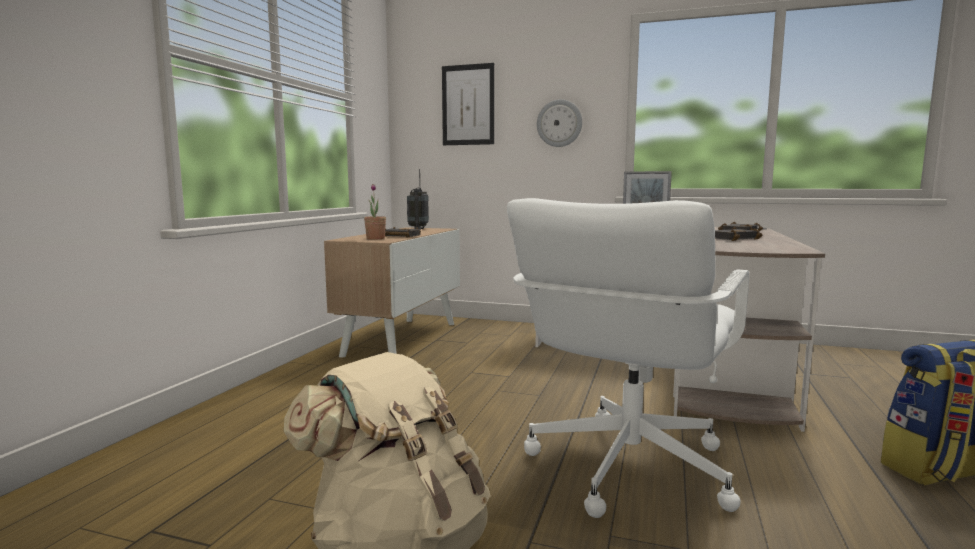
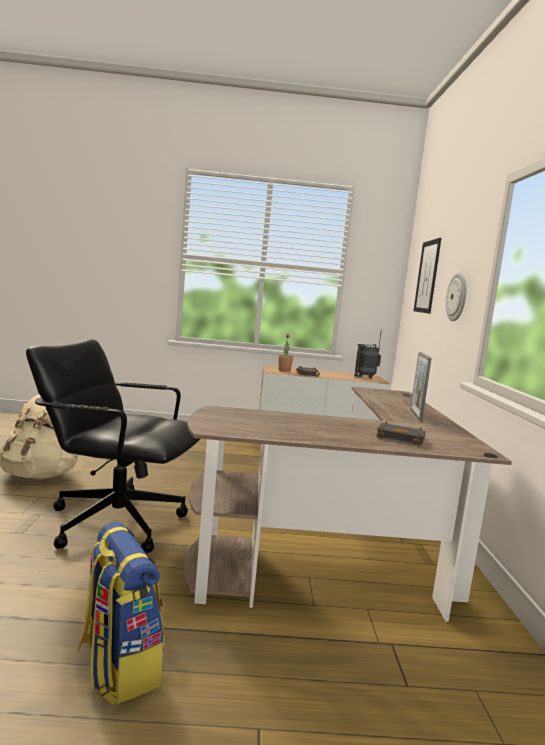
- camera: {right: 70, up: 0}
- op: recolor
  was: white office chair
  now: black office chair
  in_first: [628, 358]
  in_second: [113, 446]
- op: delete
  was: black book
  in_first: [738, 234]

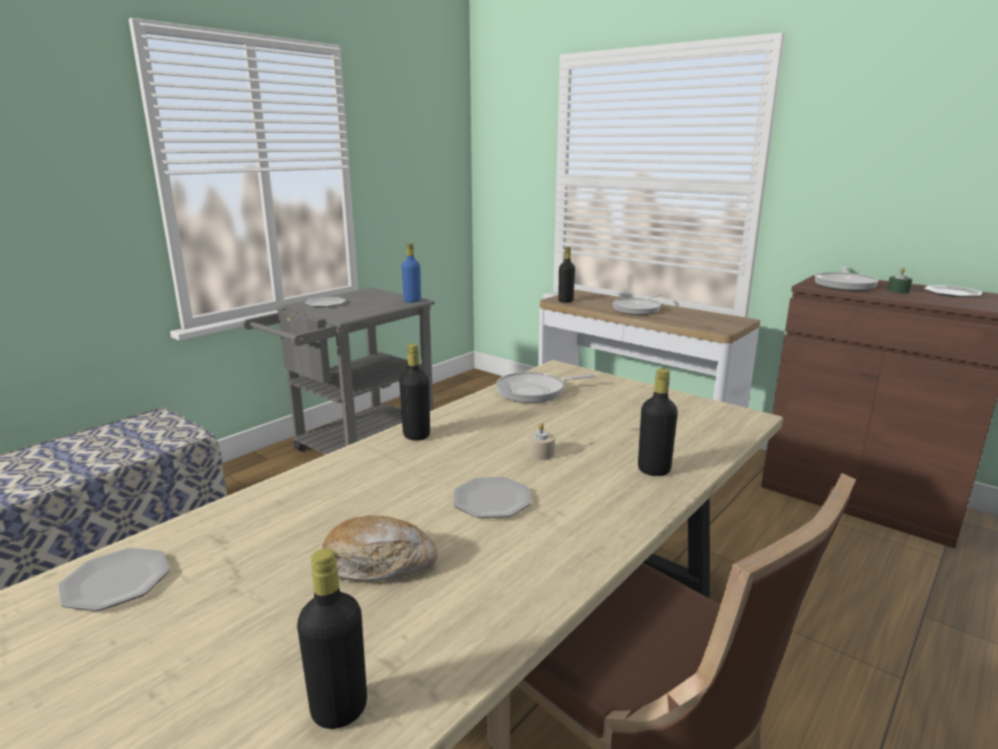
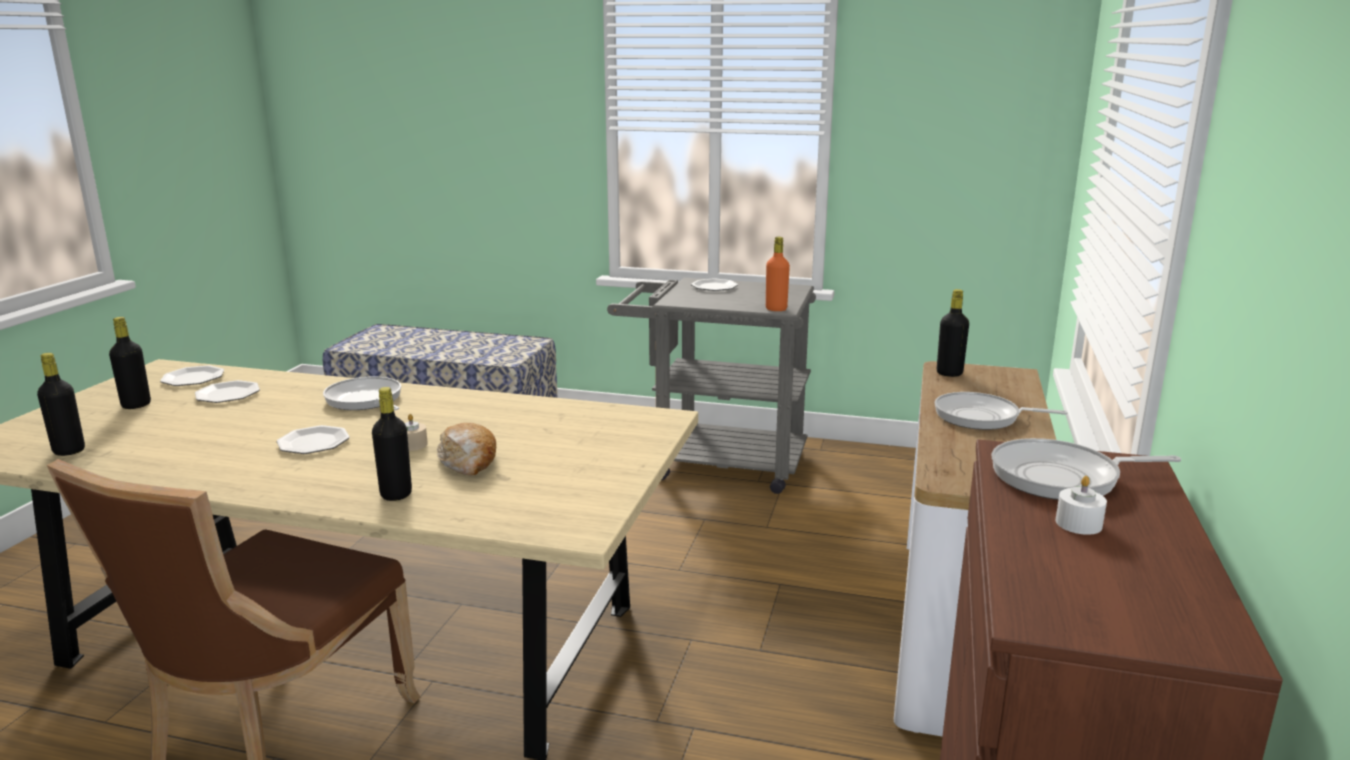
- camera: {right: 65, up: 0}
- op: move
  was: bread
  in_first: [380, 547]
  in_second: [466, 449]
- op: move
  was: black bottle
  in_first: [414, 392]
  in_second: [130, 363]
- op: recolor
  was: blue bottle
  now: orange bottle
  in_first: [411, 273]
  in_second: [778, 274]
- op: move
  was: frying pan
  in_first: [546, 387]
  in_second: [362, 393]
- op: recolor
  was: green candle
  now: white candle
  in_first: [899, 280]
  in_second: [1081, 505]
- op: move
  was: plate
  in_first: [953, 291]
  in_second: [227, 391]

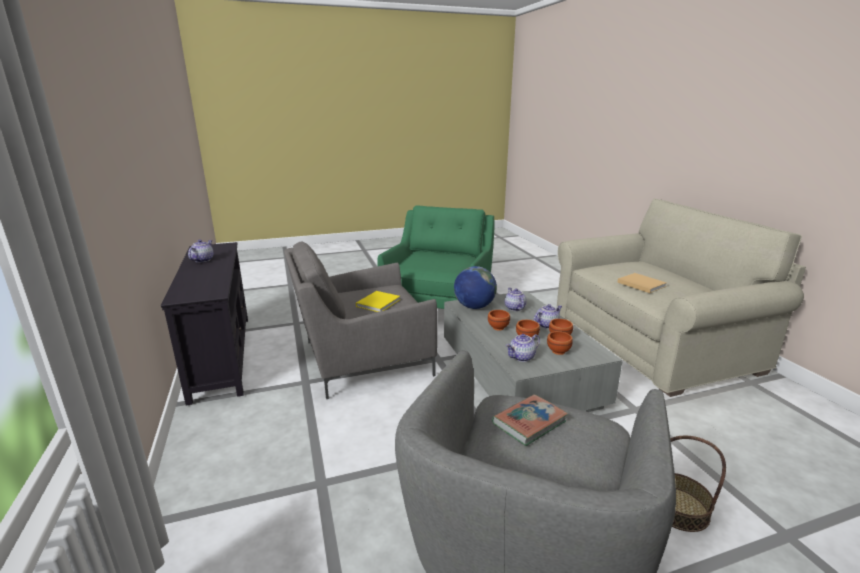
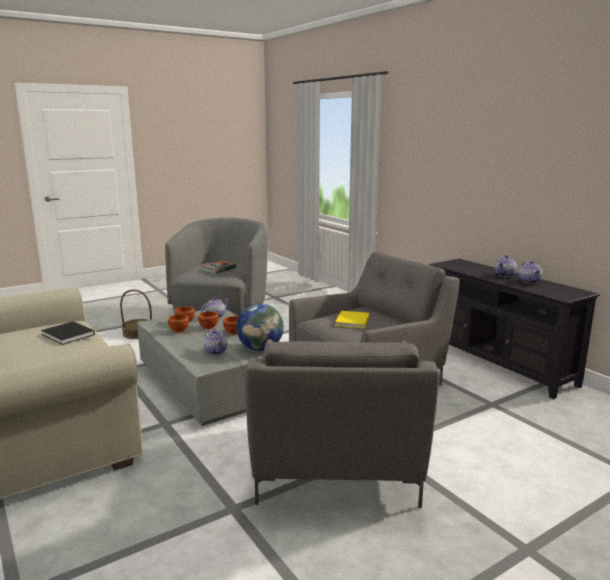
- camera: {right: 165, up: -5}
- op: recolor
  was: green armchair
  now: grey armchair
  in_first: [436, 257]
  in_second: [342, 423]
- op: move
  was: teapot
  in_first: [547, 316]
  in_second: [506, 266]
- op: recolor
  was: beige book
  now: black book
  in_first: [642, 283]
  in_second: [68, 333]

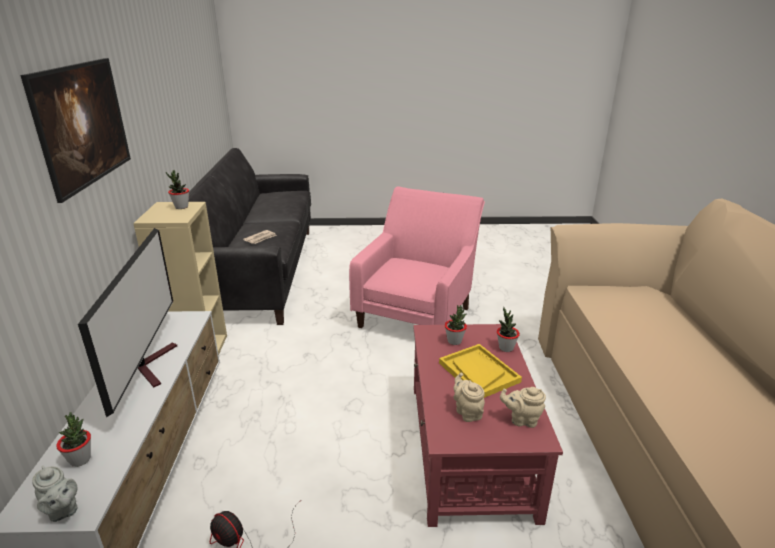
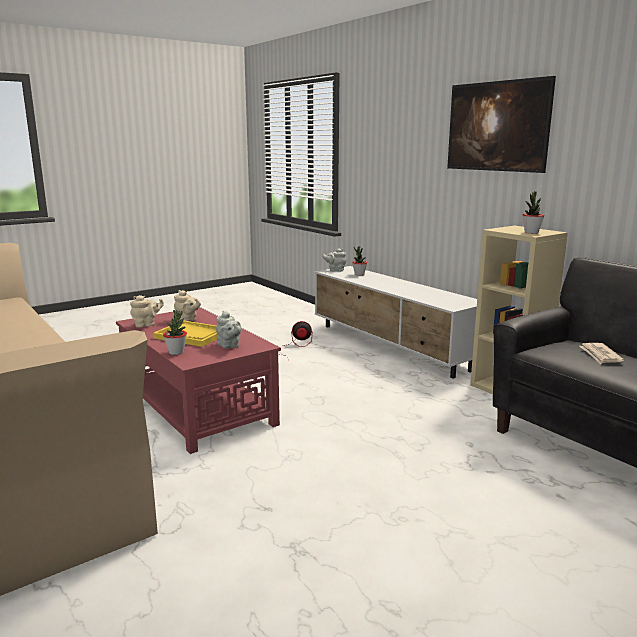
- camera: {right: 145, up: -10}
- op: delete
  was: television
  in_first: [127, 322]
- op: delete
  was: pink armchair
  in_first: [417, 257]
- op: replace
  was: potted plant
  now: grey teapot
  in_first: [456, 325]
  in_second: [228, 329]

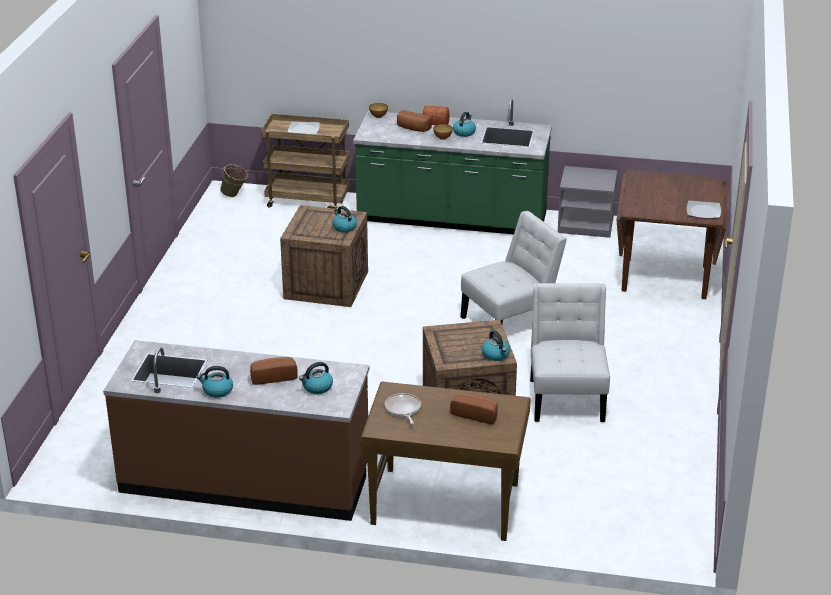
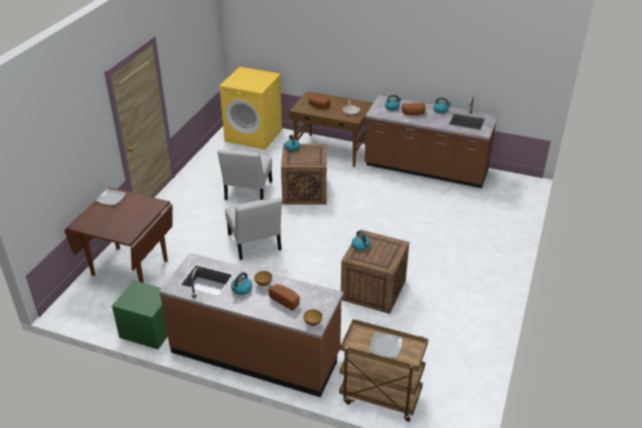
- camera: {right: -170, up: 5}
- op: delete
  was: green bucket
  in_first: [234, 180]
- op: recolor
  was: green counter
  now: brown counter
  in_first: [452, 166]
  in_second: [251, 325]
- op: delete
  was: bread
  in_first: [436, 115]
- op: rotate
  was: white chair
  in_first: [514, 267]
  in_second: [253, 228]
  clockwise: -90
- op: recolor
  was: grey nightstand
  now: green nightstand
  in_first: [587, 202]
  in_second: [140, 315]
- op: insert
  now: yellow washing machine
  in_second: [251, 108]

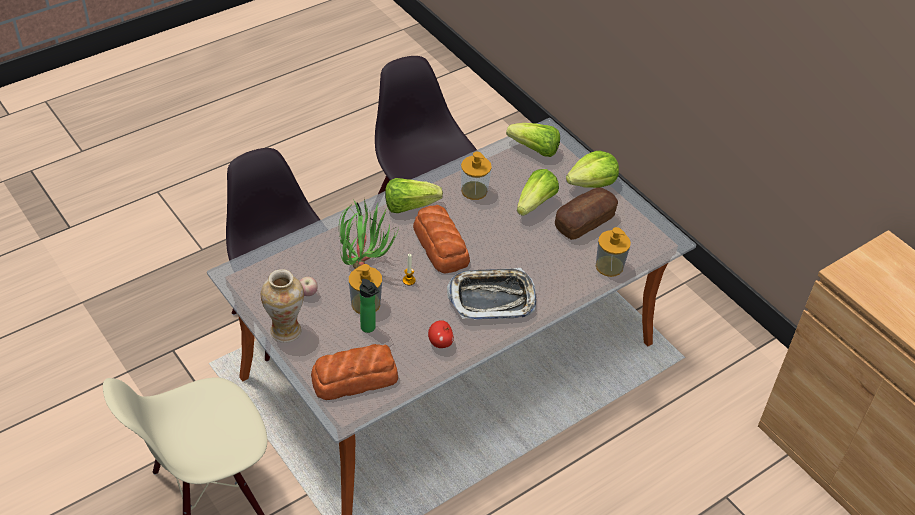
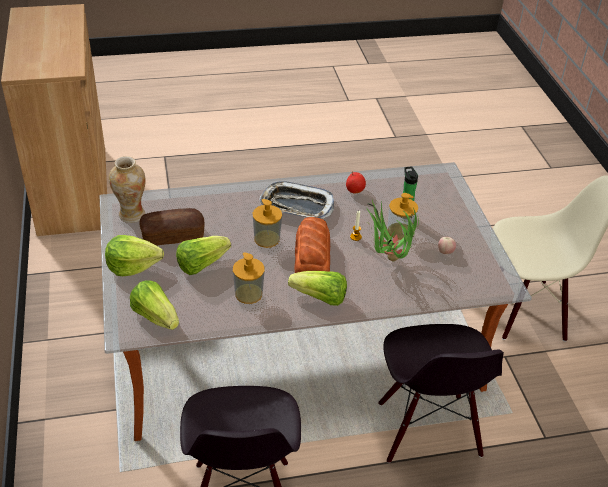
- camera: {right: -155, up: -5}
- op: move
  was: vase
  in_first: [282, 306]
  in_second: [127, 189]
- op: delete
  was: bread
  in_first: [354, 372]
- op: move
  was: soap dispenser
  in_first: [613, 252]
  in_second: [267, 223]

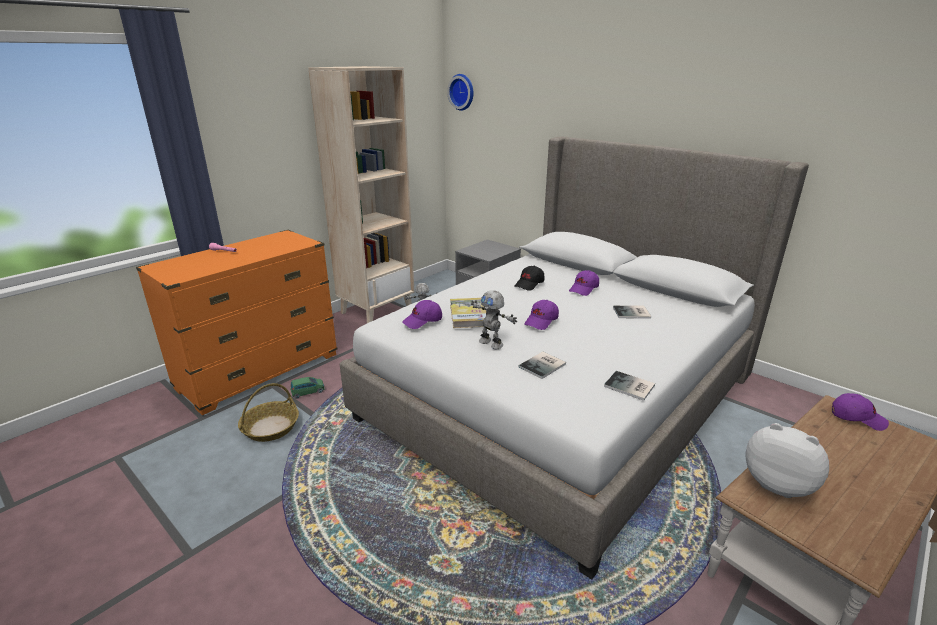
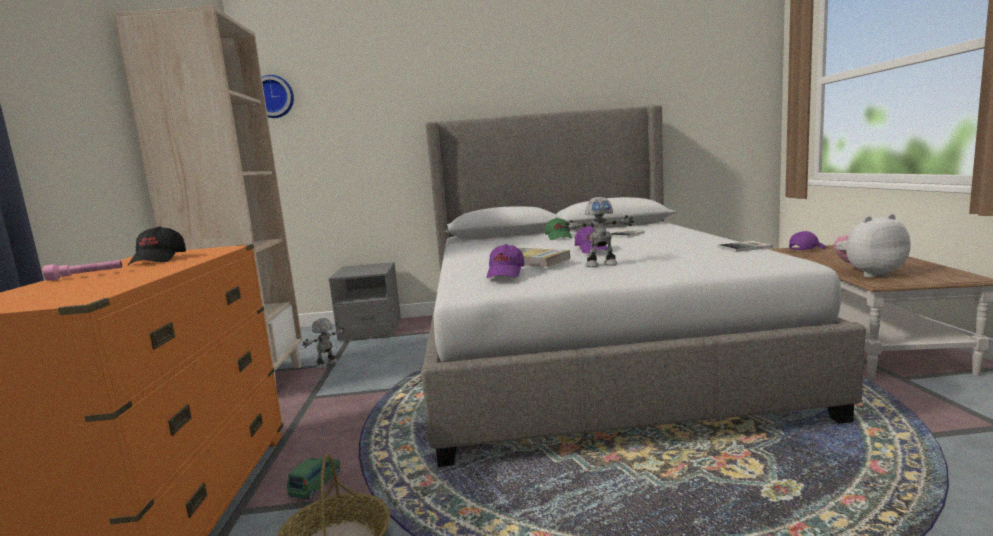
- camera: {right: -45, up: -15}
- op: move
  was: black cap
  in_first: [530, 278]
  in_second: [157, 246]
- op: delete
  was: book
  in_first: [542, 365]
- op: recolor
  was: purple cap
  now: green cap
  in_first: [584, 283]
  in_second: [558, 229]

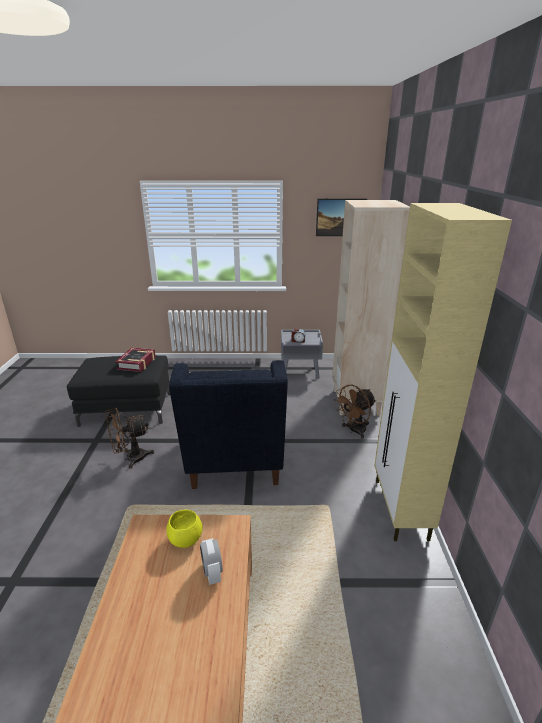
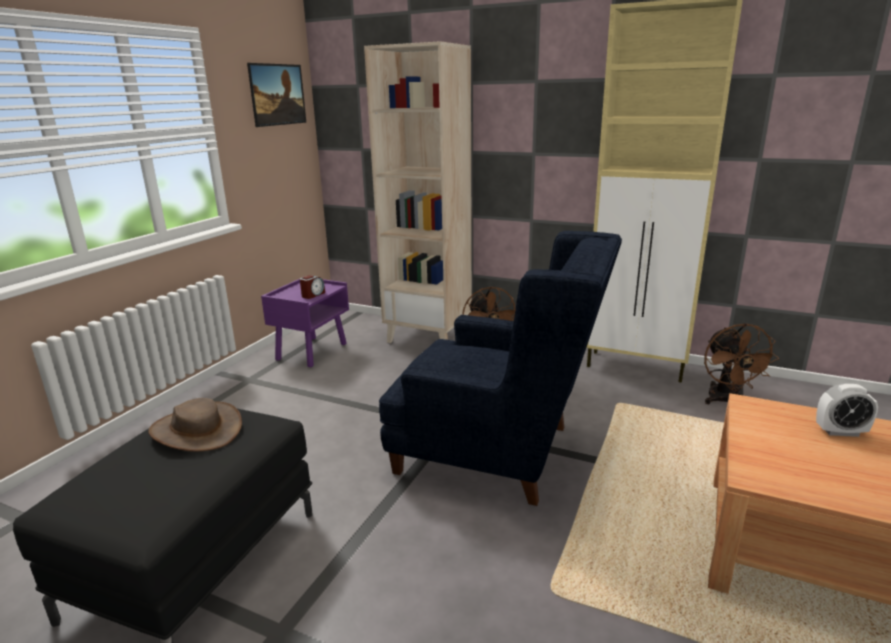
- camera: {right: -65, up: -5}
- op: move
  was: brown fan
  in_first: [129, 438]
  in_second: [741, 363]
- op: replace
  was: book
  now: brown hat
  in_first: [135, 359]
  in_second: [195, 424]
- op: delete
  was: yellow bowl
  in_first: [184, 529]
- op: recolor
  was: grey nightstand
  now: purple nightstand
  in_first: [302, 354]
  in_second: [305, 323]

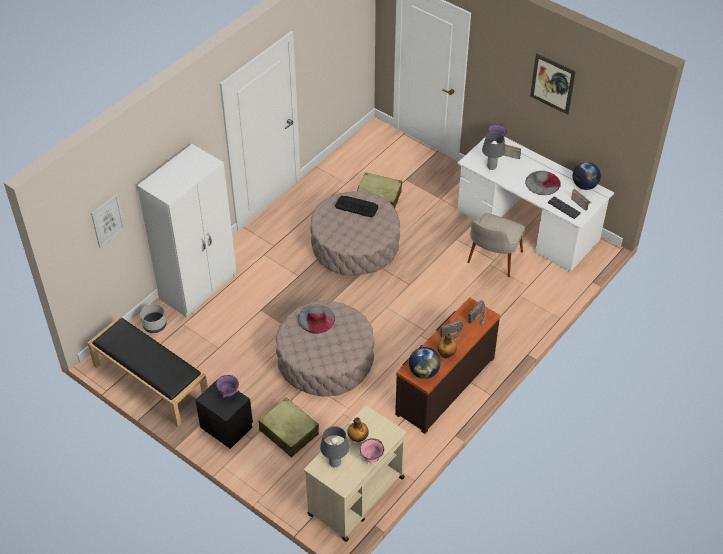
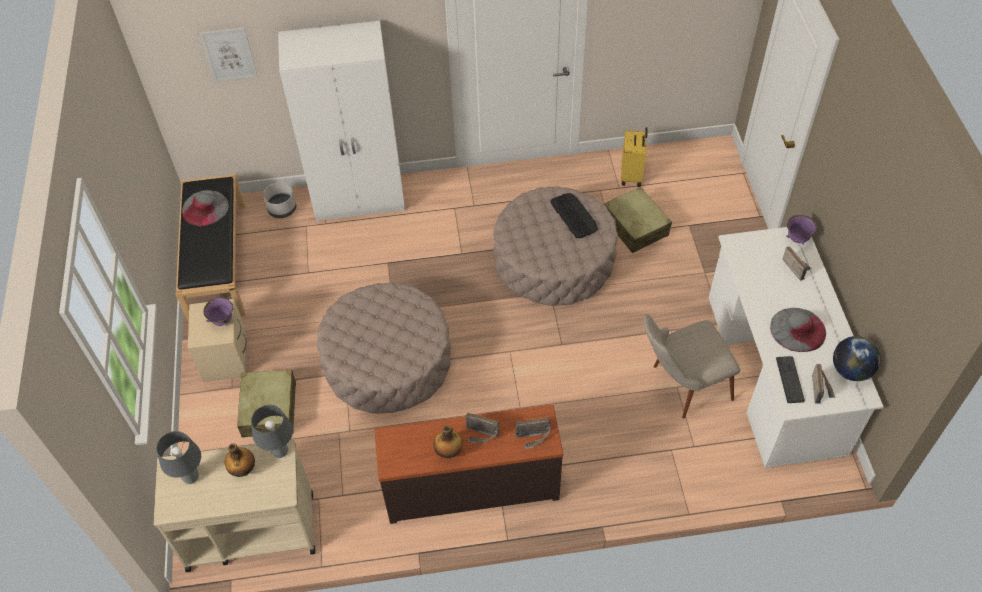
- camera: {right: 45, up: 5}
- op: recolor
  was: black nightstand
  now: beige nightstand
  in_first: [224, 414]
  in_second: [217, 340]
- op: move
  was: grey hat
  in_first: [316, 319]
  in_second: [205, 208]
- op: delete
  was: pink bowl
  in_first: [372, 451]
- op: delete
  was: globe
  in_first: [425, 363]
- op: move
  was: grey table lamp
  in_first: [493, 151]
  in_second: [272, 431]
- op: delete
  was: picture
  in_first: [553, 84]
- op: insert
  now: yellow suitcase
  in_second: [634, 157]

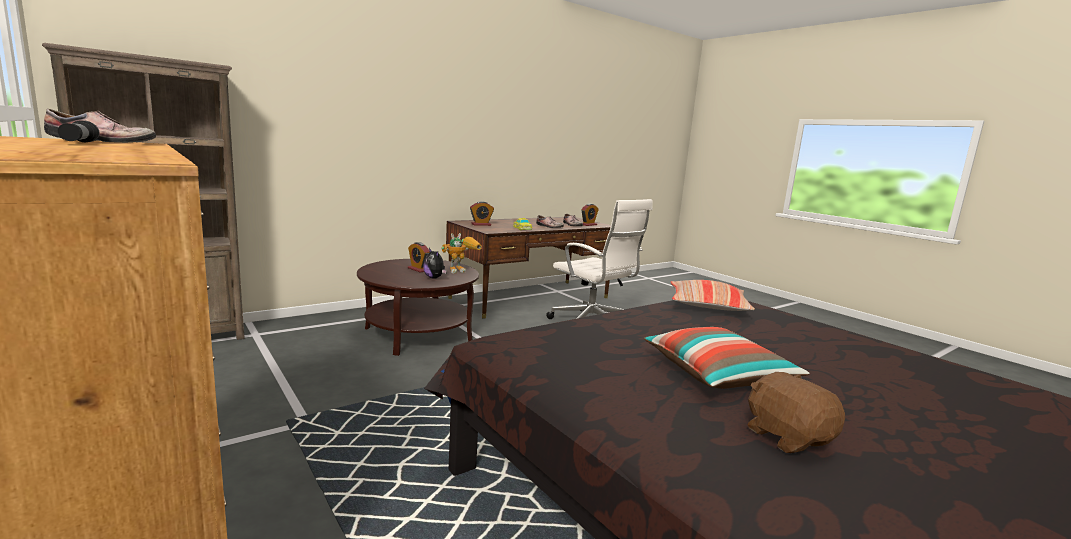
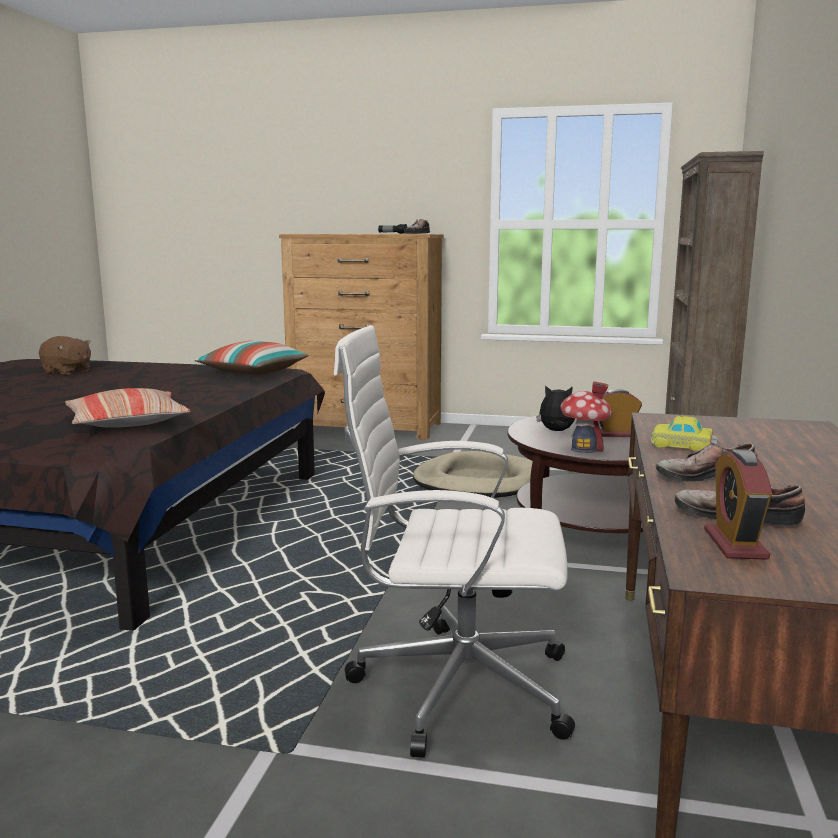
- camera: {right: 140, up: 0}
- op: replace
  was: toy robot
  now: toy house
  in_first: [461, 253]
  in_second: [586, 417]
- op: delete
  was: alarm clock
  in_first: [482, 213]
- op: move
  was: pillow
  in_first: [727, 358]
  in_second: [251, 358]
- op: insert
  now: beige dog bed
  in_second: [473, 474]

